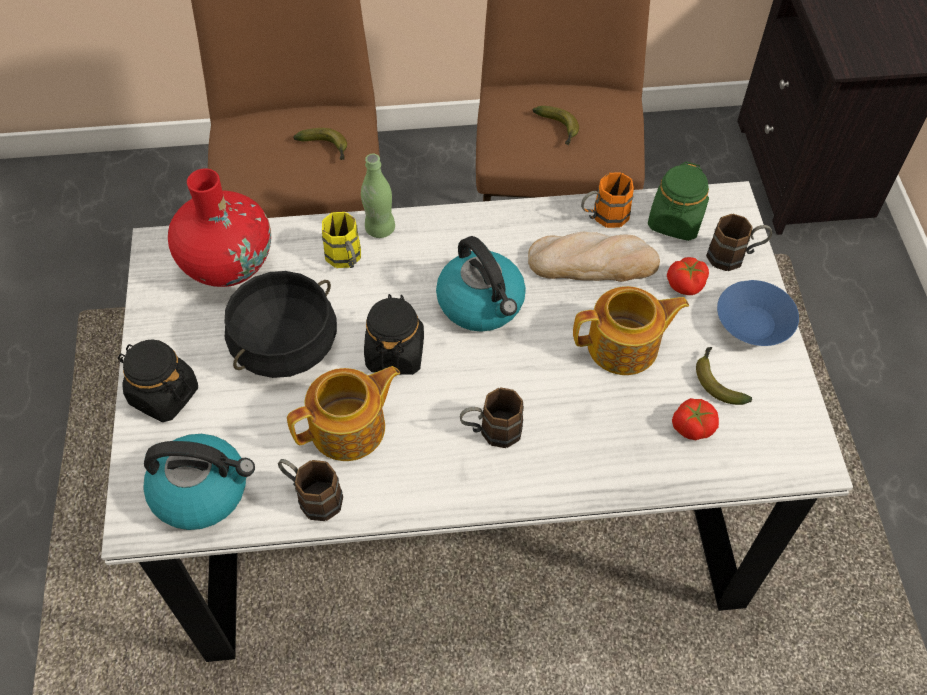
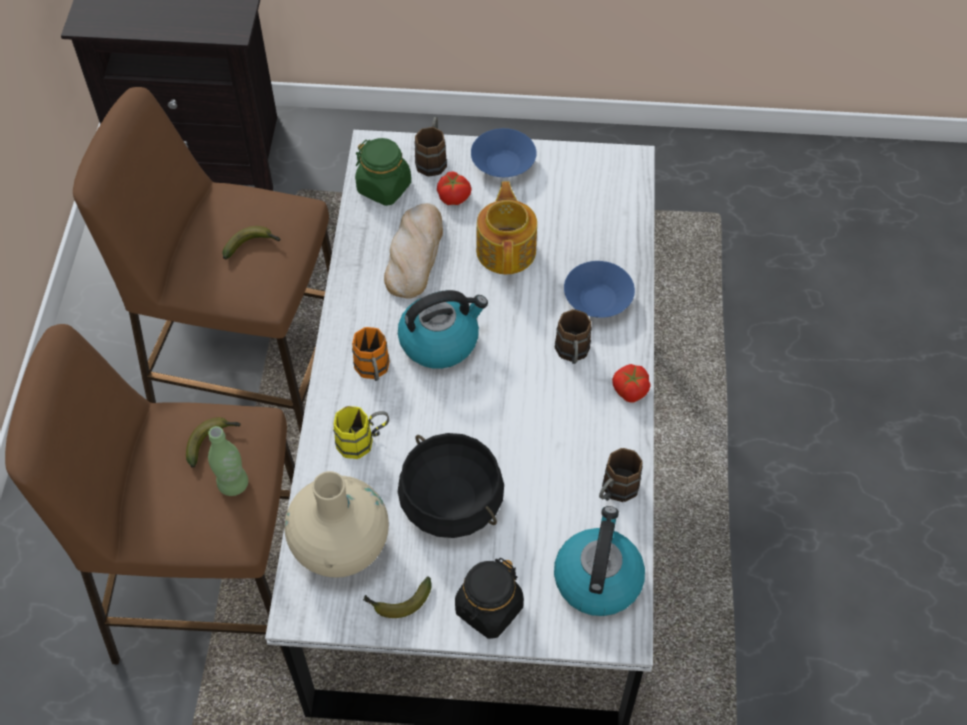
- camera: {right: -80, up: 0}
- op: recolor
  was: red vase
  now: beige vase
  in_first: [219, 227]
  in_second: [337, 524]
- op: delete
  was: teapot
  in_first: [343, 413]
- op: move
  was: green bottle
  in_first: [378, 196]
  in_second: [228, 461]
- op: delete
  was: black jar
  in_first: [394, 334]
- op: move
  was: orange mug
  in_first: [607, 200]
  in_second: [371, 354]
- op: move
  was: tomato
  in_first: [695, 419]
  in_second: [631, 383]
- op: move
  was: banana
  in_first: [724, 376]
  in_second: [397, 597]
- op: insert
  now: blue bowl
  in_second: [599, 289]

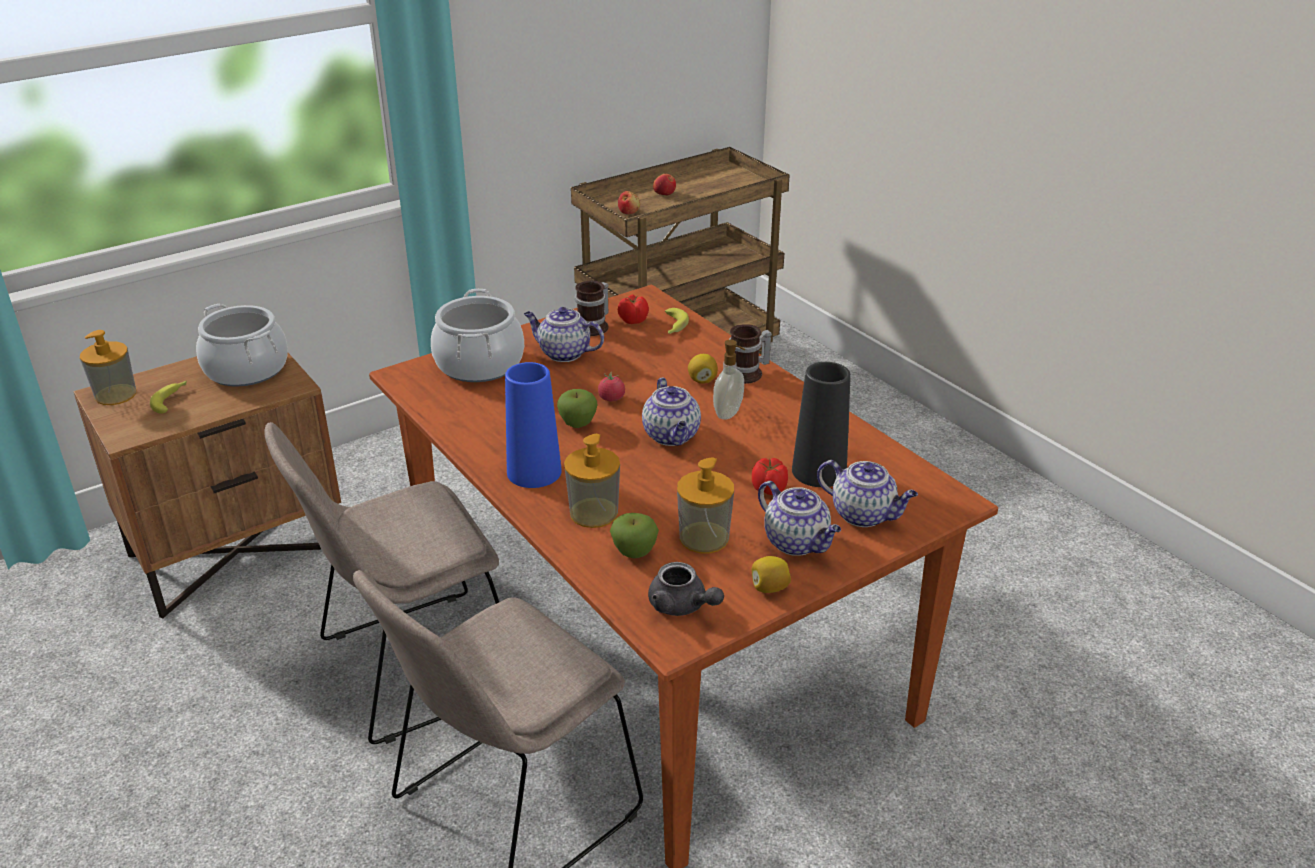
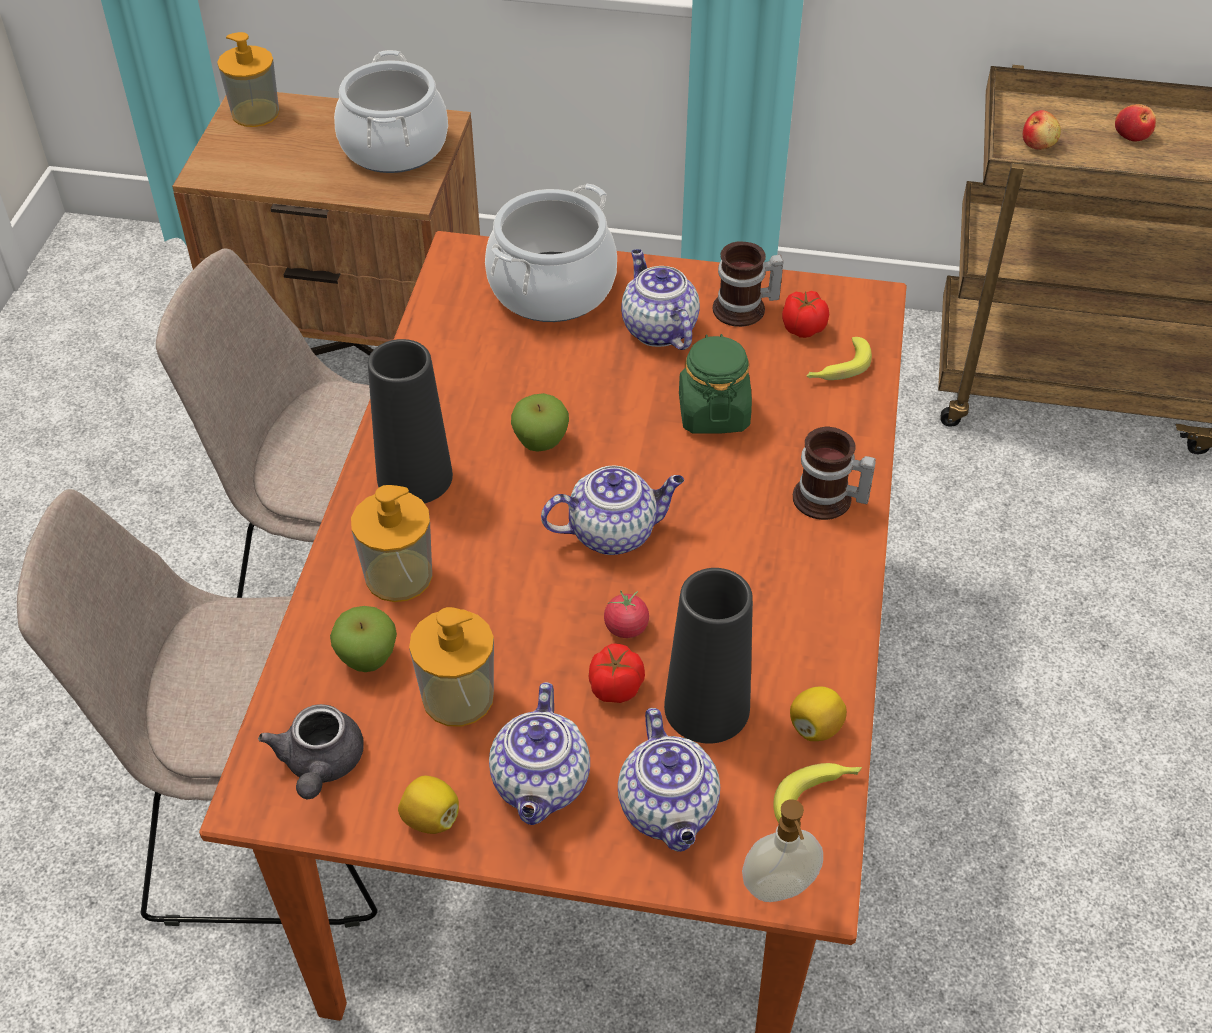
- camera: {right: 45, up: 15}
- op: move
  was: banana
  in_first: [168, 397]
  in_second: [817, 793]
- op: recolor
  was: blue vase
  now: black vase
  in_first: [533, 425]
  in_second: [410, 421]
- op: move
  was: tomato
  in_first: [611, 387]
  in_second: [626, 614]
- op: rotate
  was: teapot
  in_first: [671, 412]
  in_second: [612, 510]
  clockwise: -135
- op: move
  was: lemon
  in_first: [703, 369]
  in_second: [818, 714]
- op: move
  was: soap dispenser
  in_first: [729, 380]
  in_second: [782, 850]
- op: insert
  now: green jar
  in_second: [715, 384]

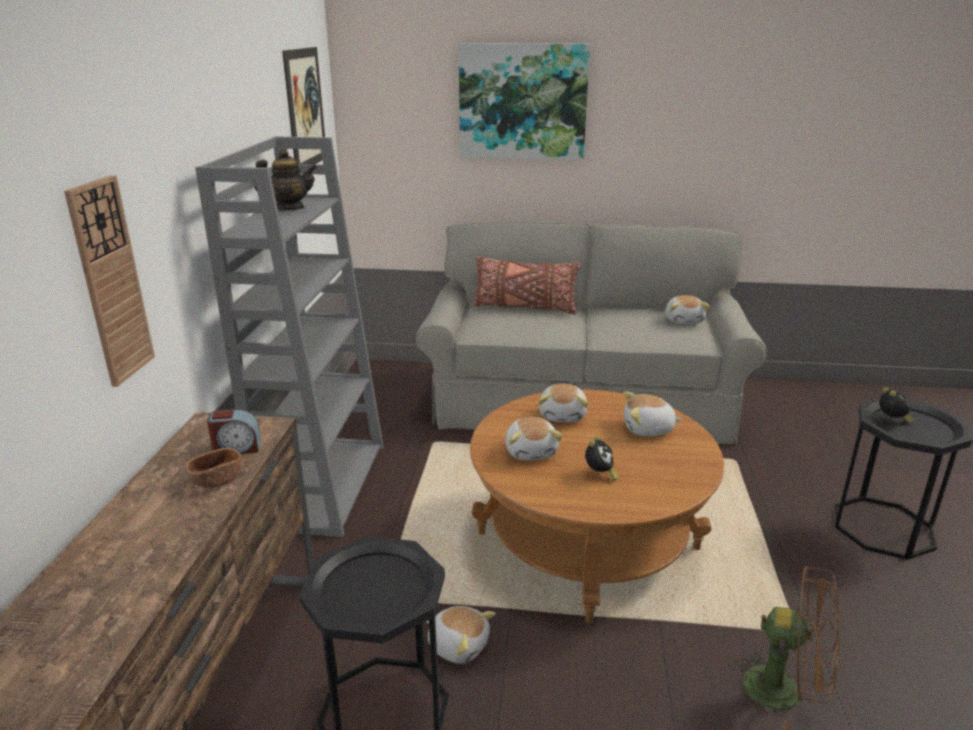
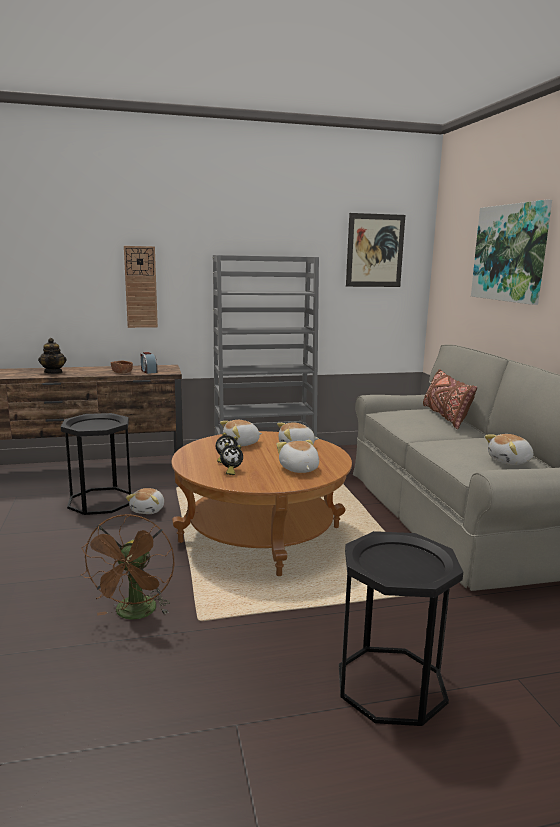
- camera: {right: 70, up: -10}
- op: move
  was: teapot
  in_first: [286, 179]
  in_second: [52, 356]
- op: move
  was: alarm clock
  in_first: [897, 405]
  in_second: [231, 459]

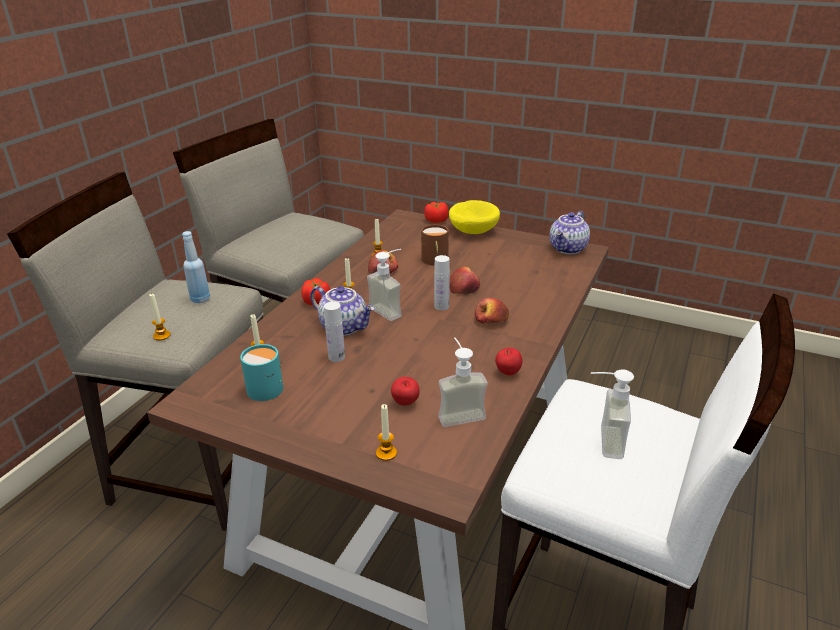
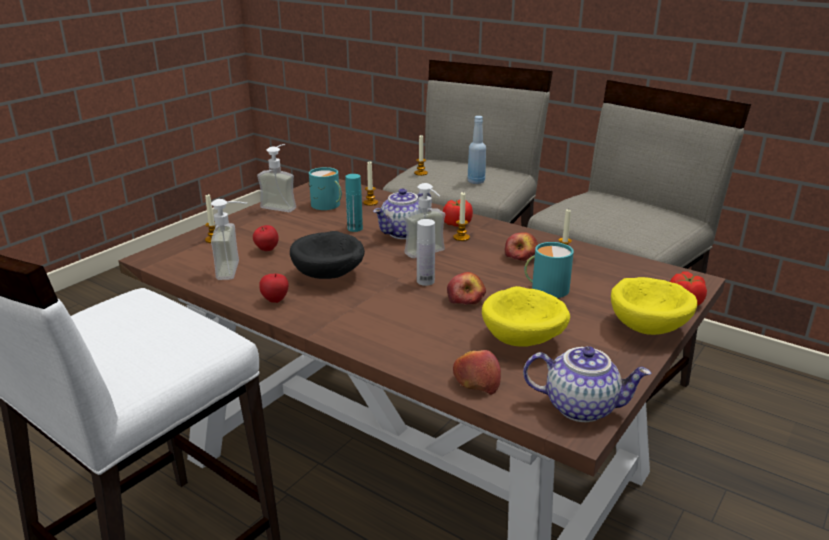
- camera: {right: 100, up: -5}
- op: recolor
  was: white bottle
  now: turquoise bottle
  in_first: [334, 331]
  in_second: [354, 203]
- op: recolor
  was: brown mug
  now: turquoise mug
  in_first: [434, 245]
  in_second: [549, 270]
- op: move
  was: apple
  in_first: [492, 311]
  in_second: [477, 372]
- op: rotate
  was: teapot
  in_first: [569, 232]
  in_second: [587, 384]
  clockwise: 150
- op: move
  was: soap dispenser
  in_first: [612, 414]
  in_second: [276, 178]
- op: insert
  now: black bowl
  in_second: [327, 255]
- op: insert
  now: yellow bowl
  in_second: [526, 316]

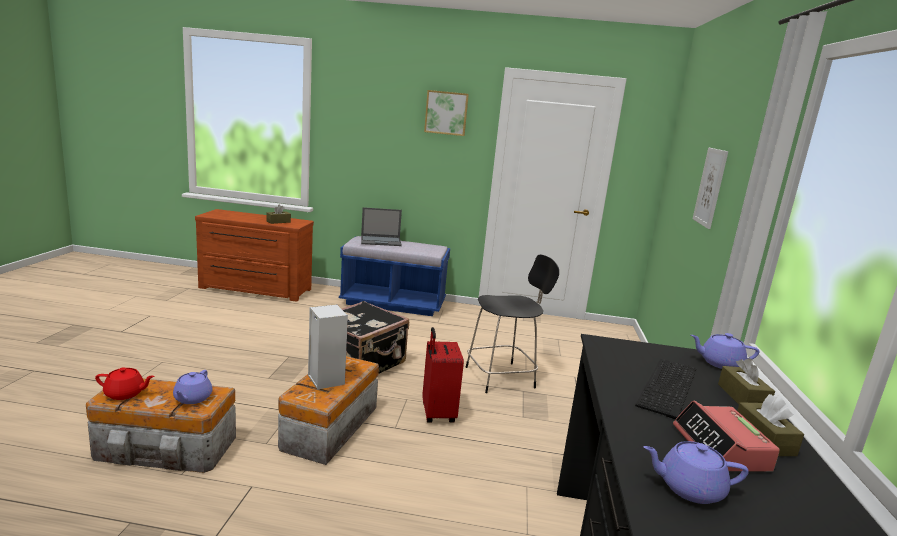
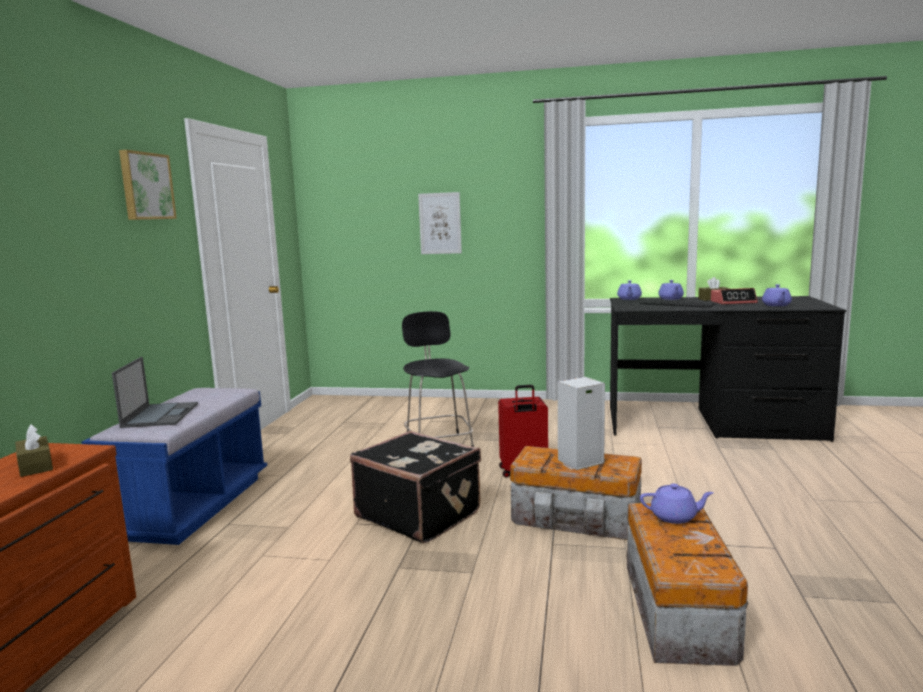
- camera: {right: -85, up: -5}
- op: delete
  was: red teapot
  in_first: [125, 383]
- op: replace
  was: brown tissue box
  now: purple teapot
  in_first: [746, 381]
  in_second: [671, 290]

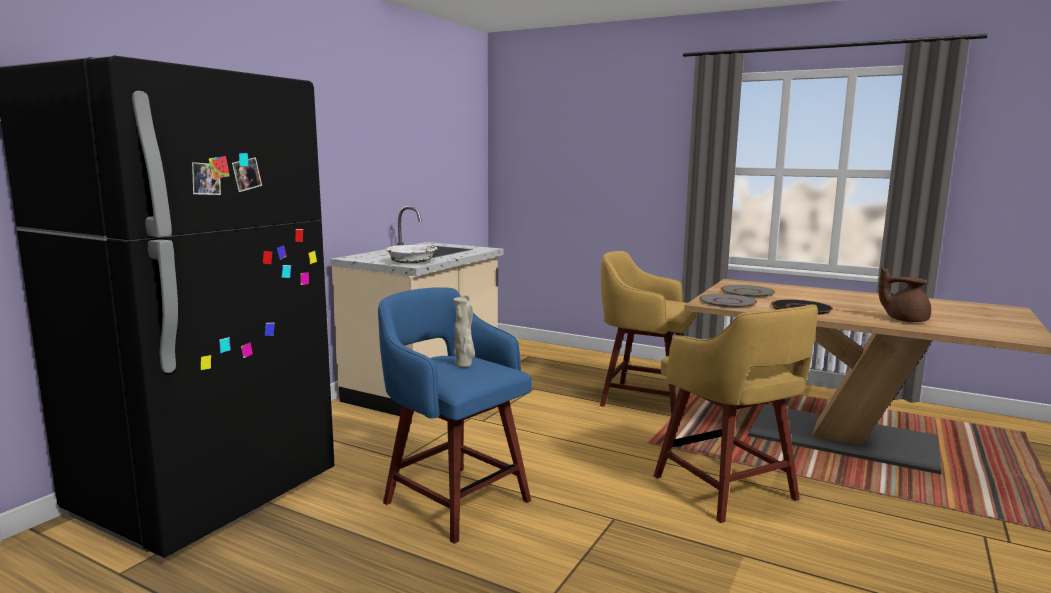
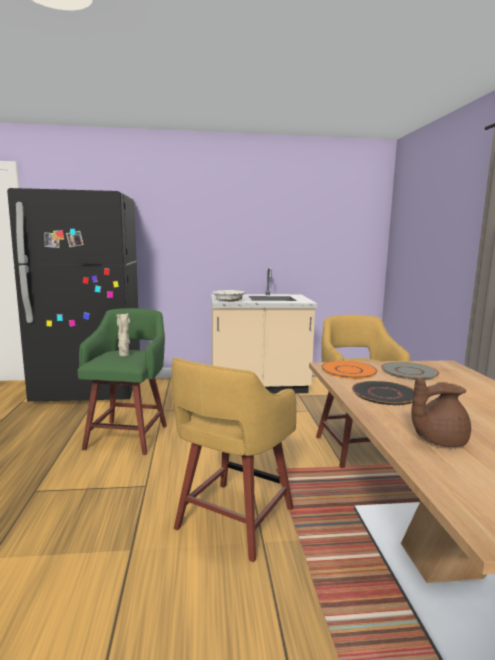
- camera: {right: 55, up: 0}
- op: recolor
  was: blue stool
  now: green stool
  in_first: [455, 415]
  in_second: [122, 381]
- op: recolor
  was: grey plate
  now: orange plate
  in_first: [728, 301]
  in_second: [349, 370]
- op: rotate
  was: brown teapot
  in_first: [905, 294]
  in_second: [441, 412]
  clockwise: -105

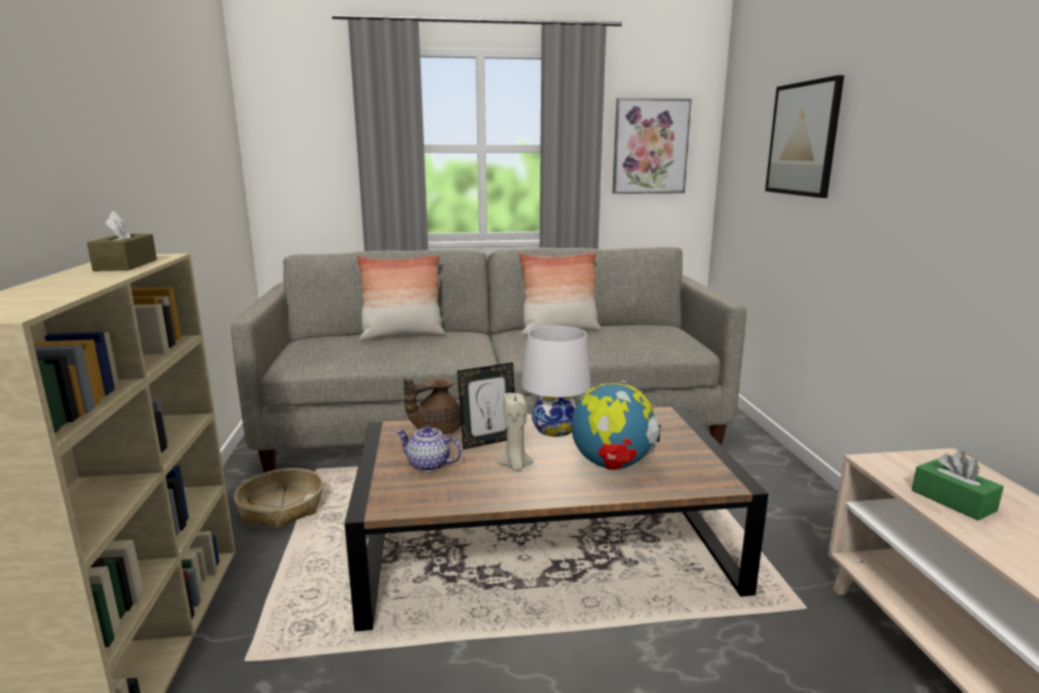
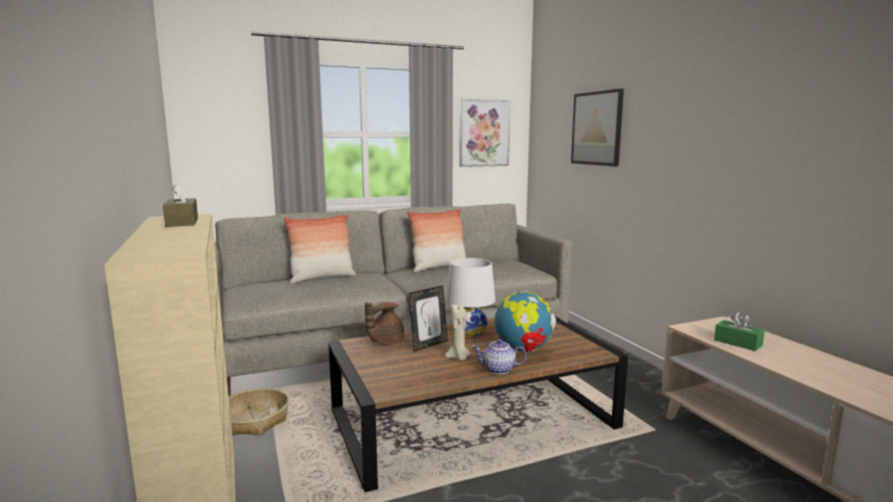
- camera: {right: -15, up: -5}
- op: move
  was: teapot
  in_first: [429, 449]
  in_second: [499, 356]

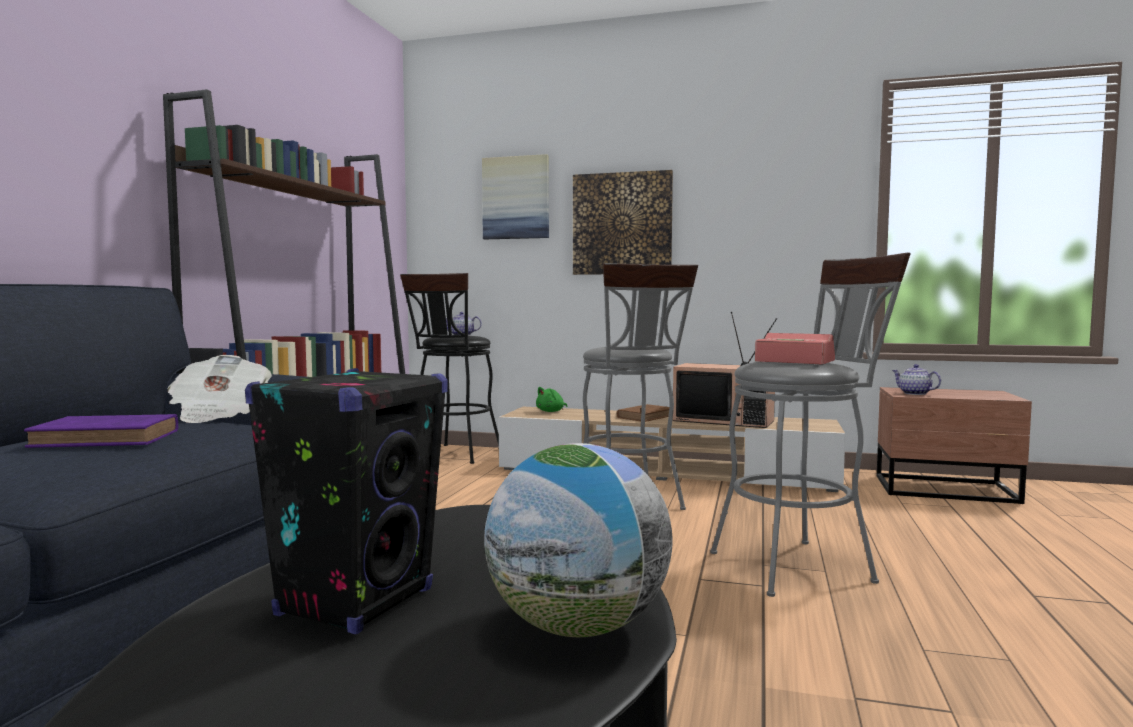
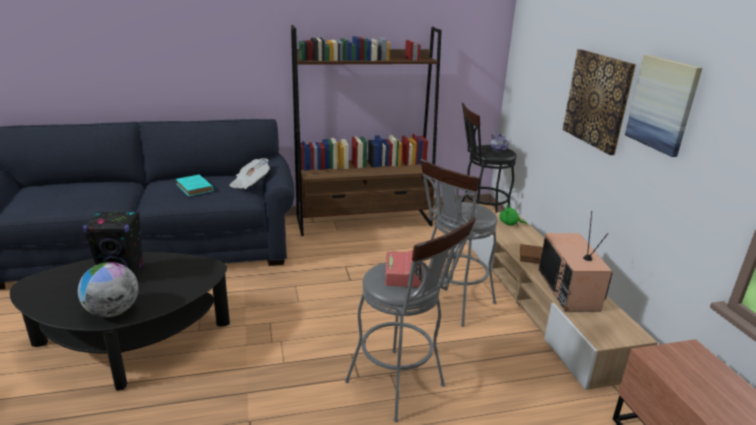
- camera: {right: 60, up: 20}
- op: recolor
  was: purple book
  now: turquoise book
  in_first: [101, 431]
  in_second: [195, 185]
- op: move
  was: picture
  in_first: [515, 196]
  in_second: [663, 106]
- op: delete
  was: teapot
  in_first: [916, 379]

